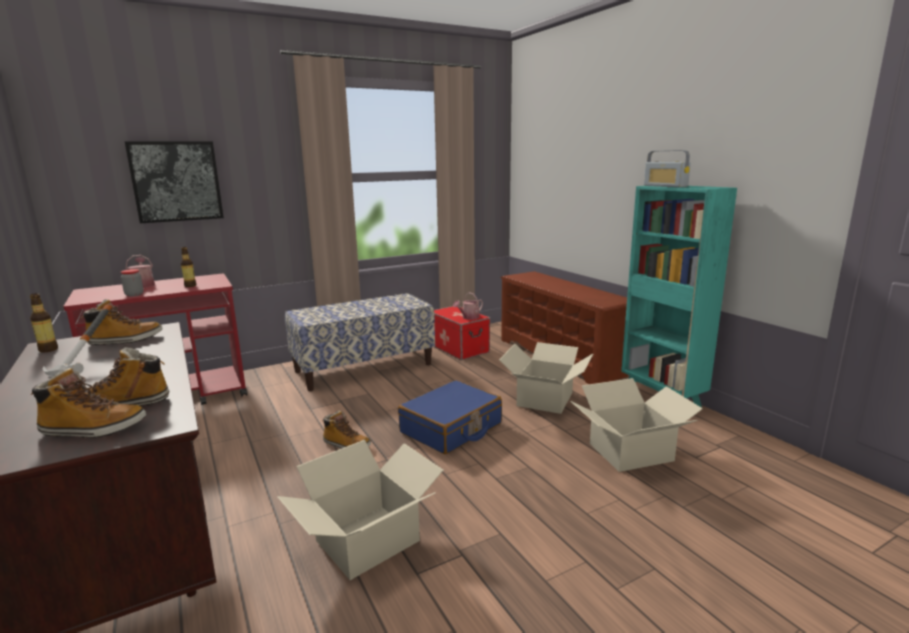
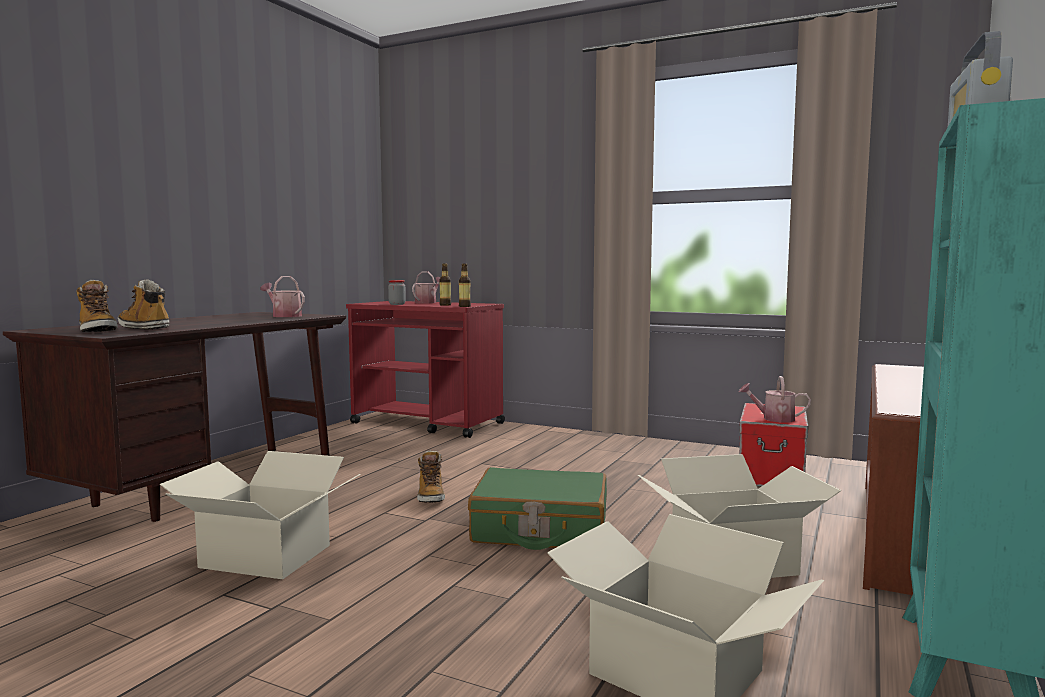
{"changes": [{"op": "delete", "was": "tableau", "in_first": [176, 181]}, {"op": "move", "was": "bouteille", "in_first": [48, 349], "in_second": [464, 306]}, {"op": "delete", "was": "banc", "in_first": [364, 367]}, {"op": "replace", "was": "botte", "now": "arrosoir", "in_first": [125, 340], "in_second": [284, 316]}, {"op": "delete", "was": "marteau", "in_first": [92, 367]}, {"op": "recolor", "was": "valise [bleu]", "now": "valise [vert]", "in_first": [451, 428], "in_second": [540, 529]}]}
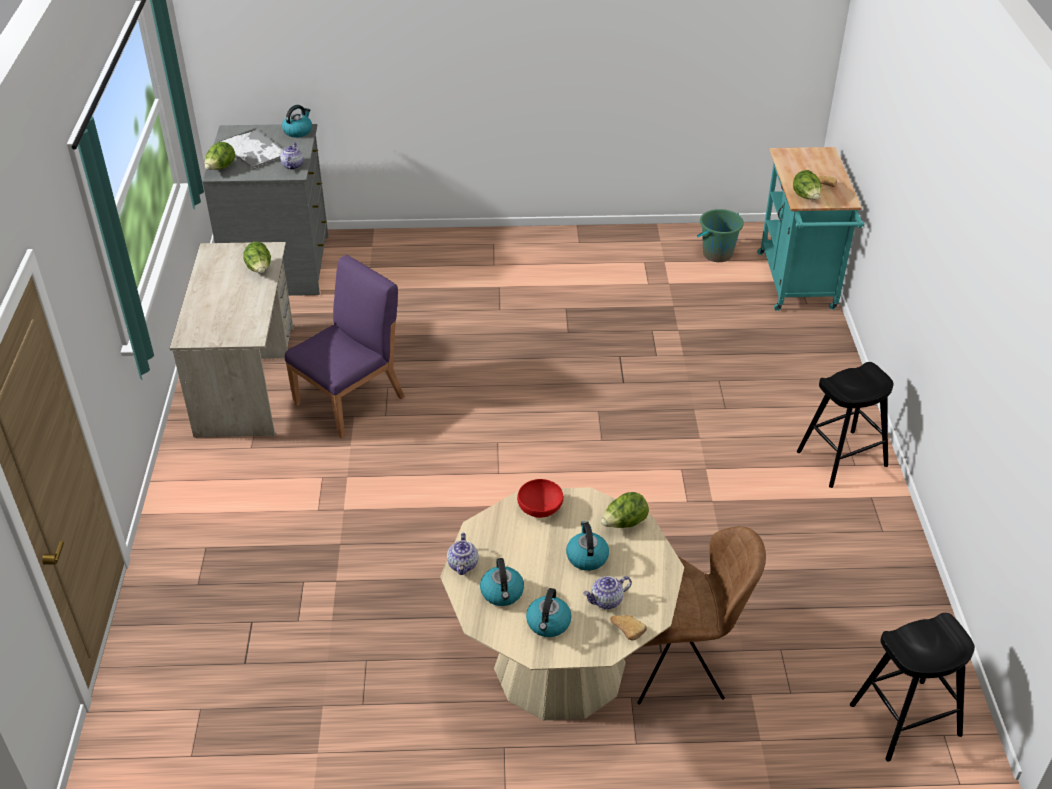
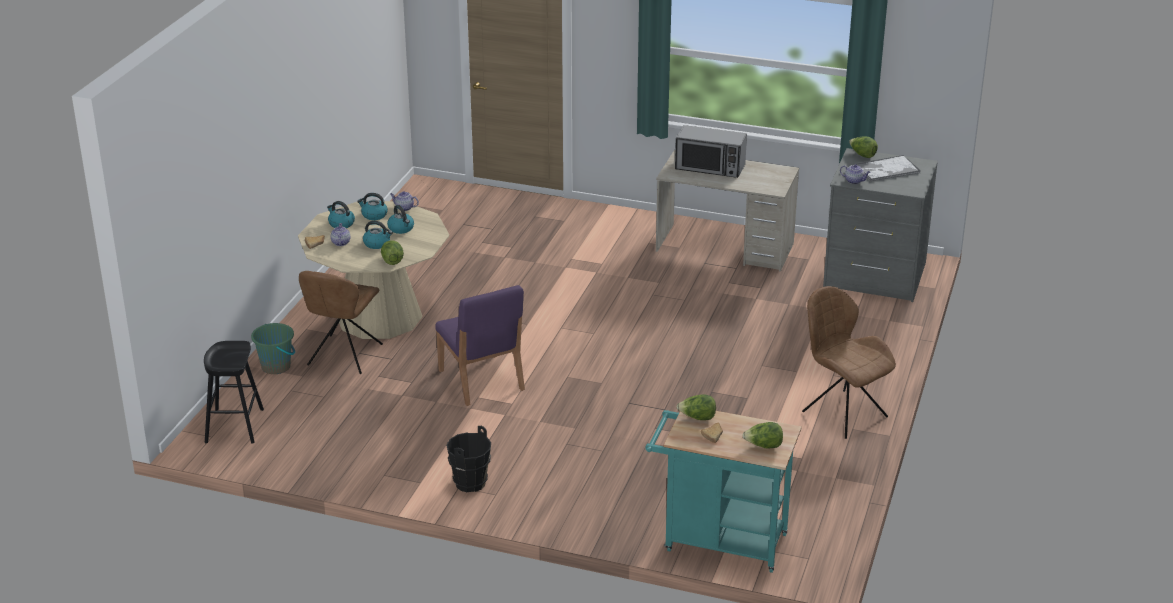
{"changes": [{"op": "move", "was": "bouilloire", "in_first": [298, 131], "in_second": [401, 229]}, {"op": "move", "was": "seau [vert]", "in_first": [717, 254], "in_second": [276, 366]}, {"op": "move", "was": "laitue", "in_first": [259, 269], "in_second": [763, 446]}, {"op": "move", "was": "chaise [violet]", "in_first": [351, 400], "in_second": [481, 381]}, {"op": "replace", "was": "tabouret [noir]", "now": "seau [noir]", "in_first": [842, 458], "in_second": [470, 483]}, {"op": "delete", "was": "bol [rouge]", "in_first": [540, 508]}, {"op": "insert", "now": "micro-ondes", "in_second": [710, 167]}, {"op": "insert", "now": "chaise [marron]", "in_second": [842, 413]}]}
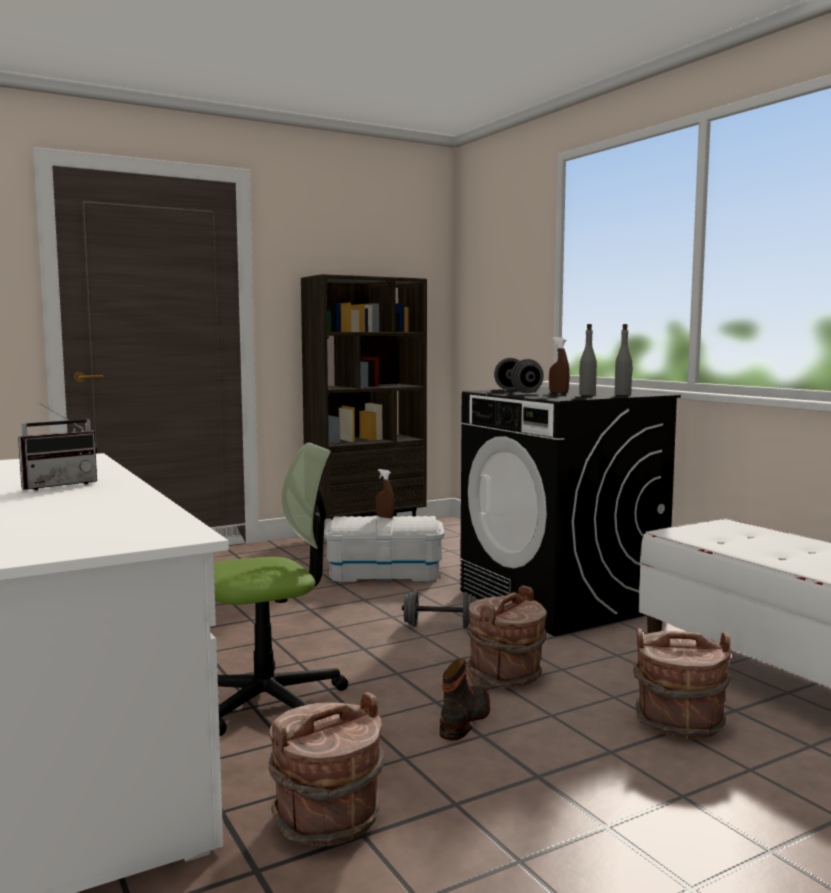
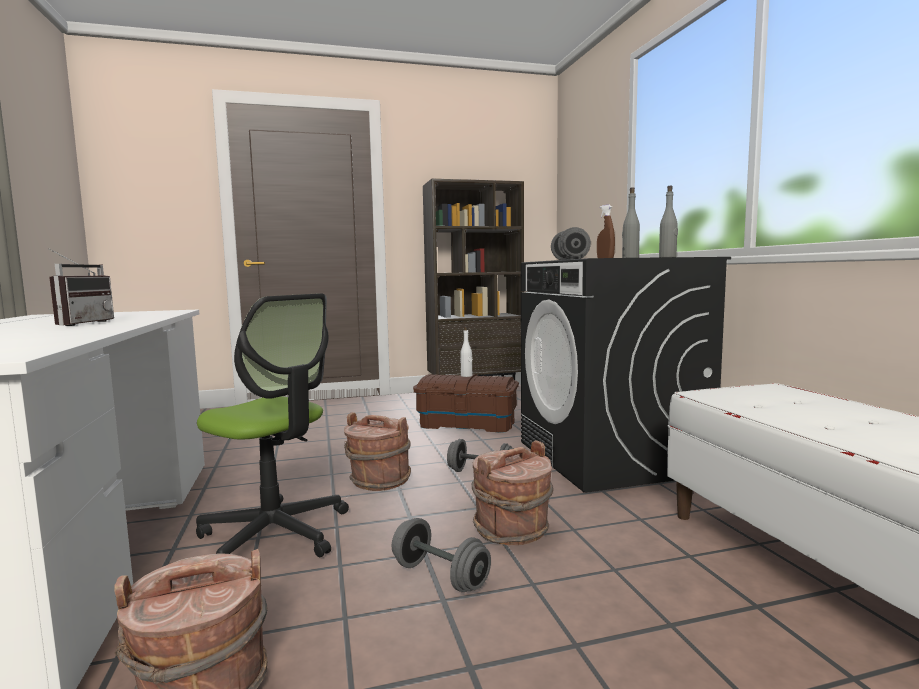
{"changes": [{"op": "rotate", "was": "radio", "in_first": [58, 485], "in_second": [79, 323], "clockwise": -60}, {"op": "rotate", "was": "chaise de bureau", "in_first": [269, 702], "in_second": [275, 534], "clockwise": 45}, {"op": "replace", "was": "vaporisateur [marron]", "now": "bouteille [blanc]", "in_first": [385, 517], "in_second": [466, 375]}, {"op": "recolor", "was": "boîte de rangement [blanc]", "now": "boîte de rangement [marron]", "in_first": [385, 573], "in_second": [467, 423]}, {"op": "move", "was": "seau [marron]", "in_first": [679, 722], "in_second": [379, 481]}, {"op": "replace", "was": "botte", "now": "haltère [gris]", "in_first": [466, 718], "in_second": [440, 576]}]}
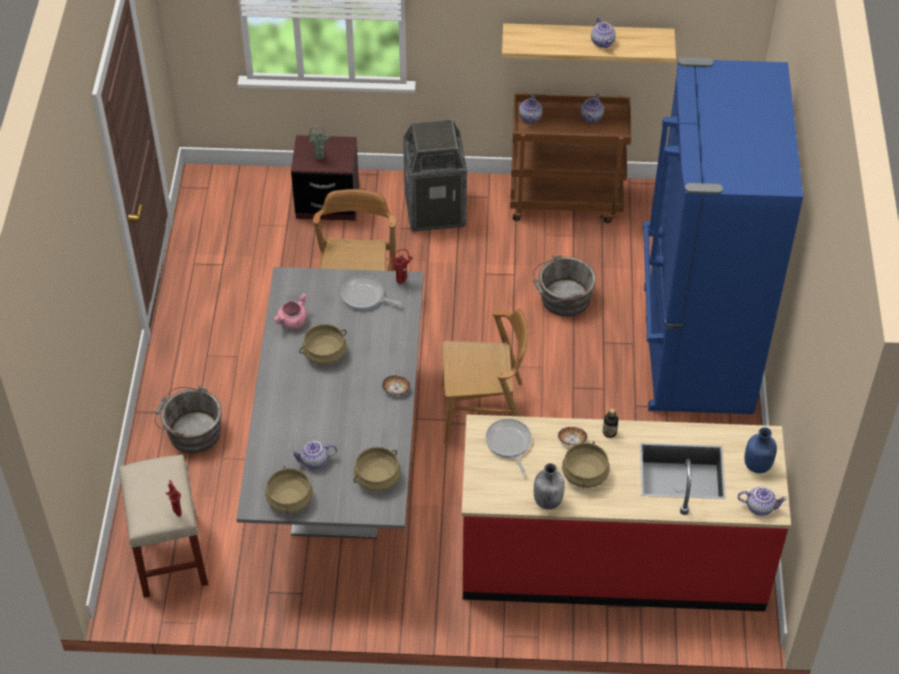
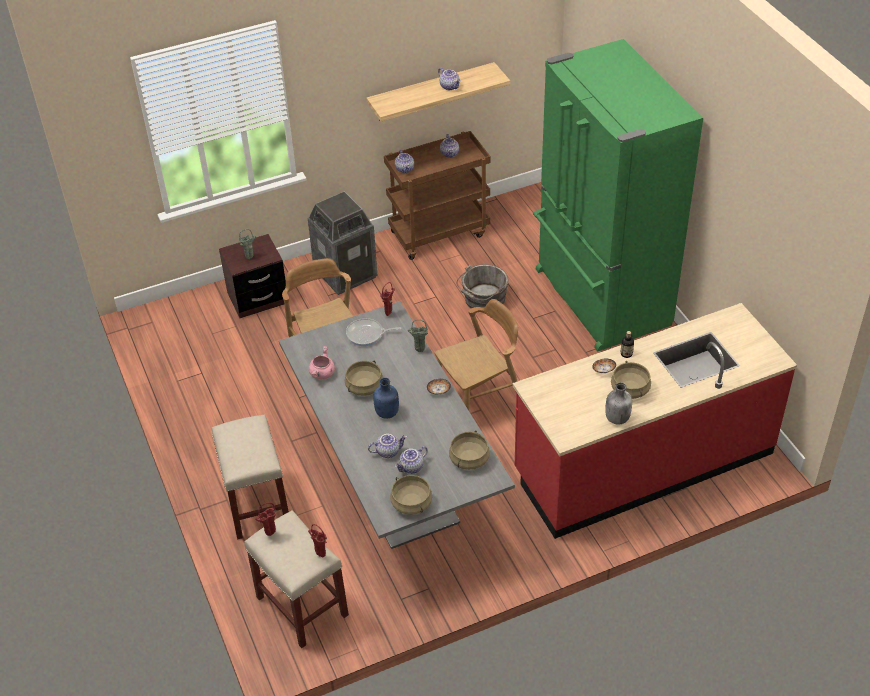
{"changes": [{"op": "recolor", "was": "réfrigérateur [bleu]", "now": "réfrigérateur [vert]", "in_first": [693, 349], "in_second": [599, 298]}, {"op": "replace", "was": "seau [gris]", "now": "tabouret [beige]", "in_first": [191, 431], "in_second": [257, 505]}, {"op": "delete", "was": "poêle", "in_first": [509, 443]}, {"op": "move", "was": "bouteille [bleu]", "in_first": [757, 466], "in_second": [387, 413]}, {"op": "move", "was": "théière", "in_first": [760, 506], "in_second": [388, 451]}, {"op": "insert", "now": "vase [vert]", "in_second": [418, 351]}, {"op": "insert", "now": "vase [rouge]", "in_second": [270, 535]}]}
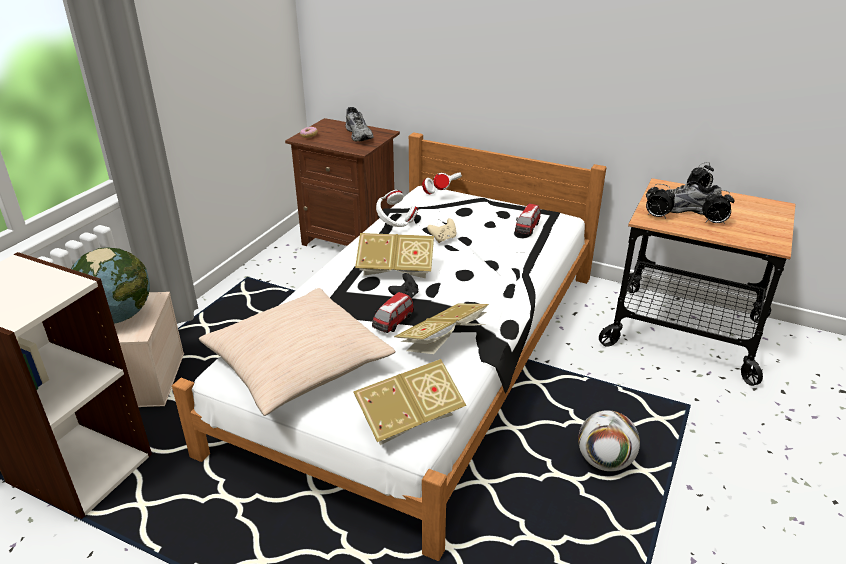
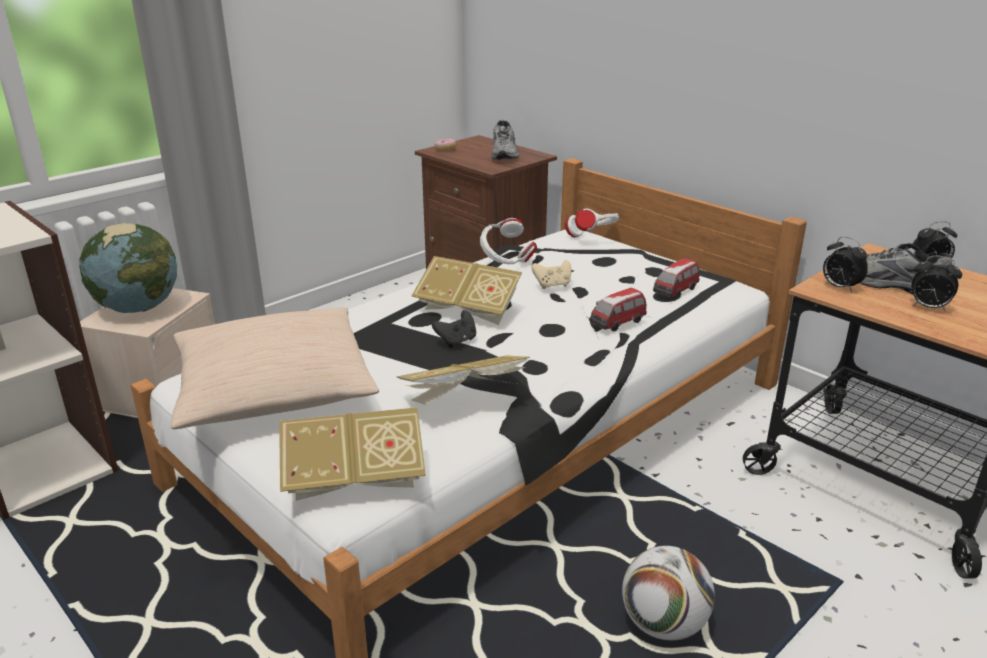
{"changes": [{"op": "move", "was": "petite voiture", "in_first": [393, 323], "in_second": [617, 323]}]}
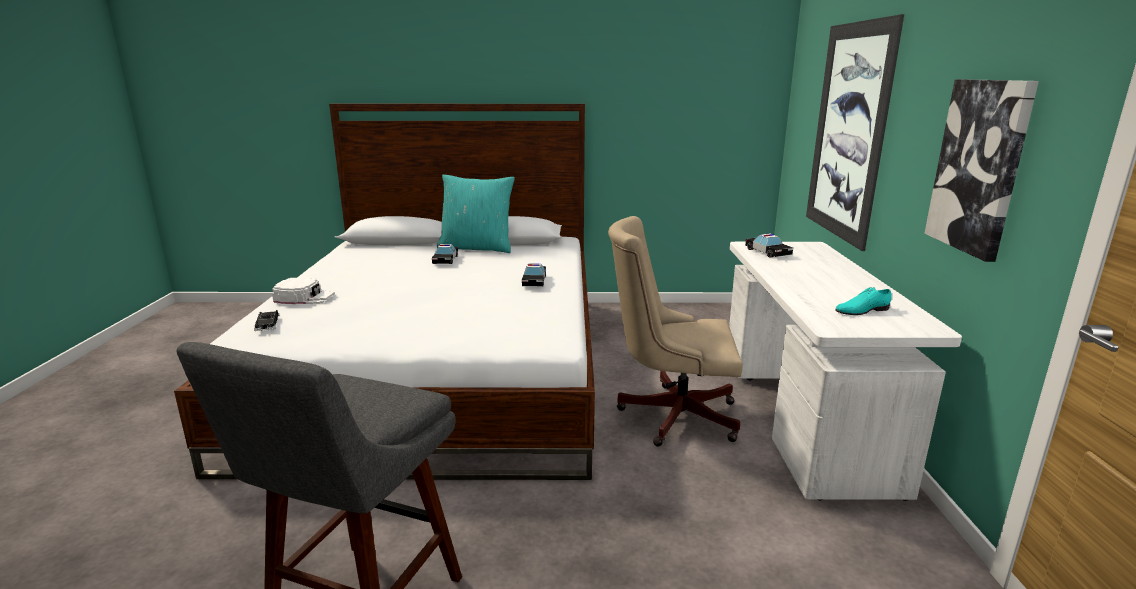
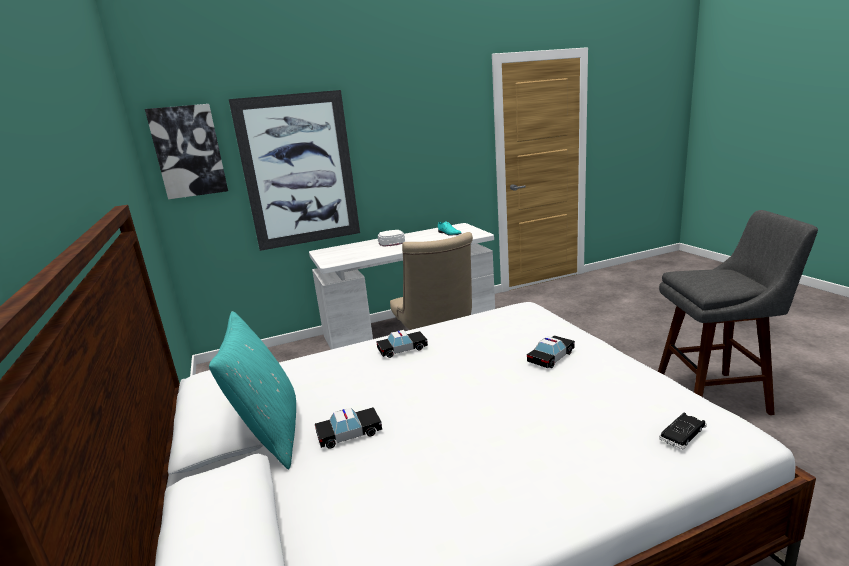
{"changes": [{"op": "move", "was": "tableau", "in_first": [979, 167], "in_second": [188, 151]}, {"op": "move", "was": "petite voiture", "in_first": [767, 252], "in_second": [551, 357]}, {"op": "move", "was": "casquette [blanc]", "in_first": [304, 297], "in_second": [390, 241]}]}
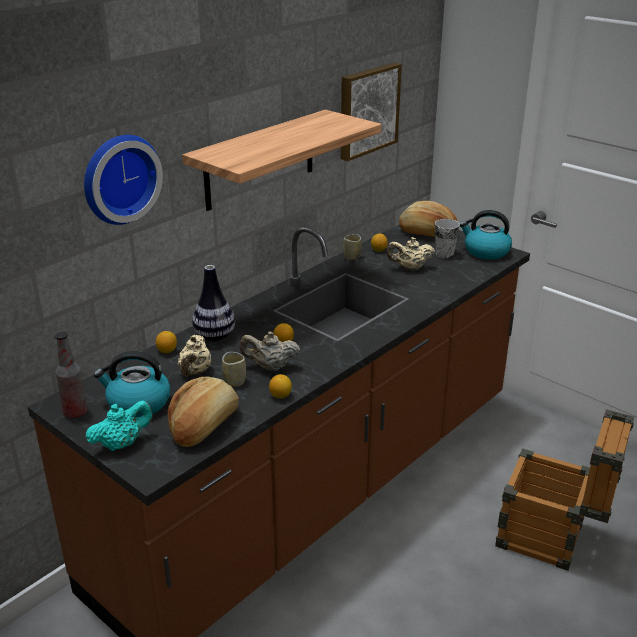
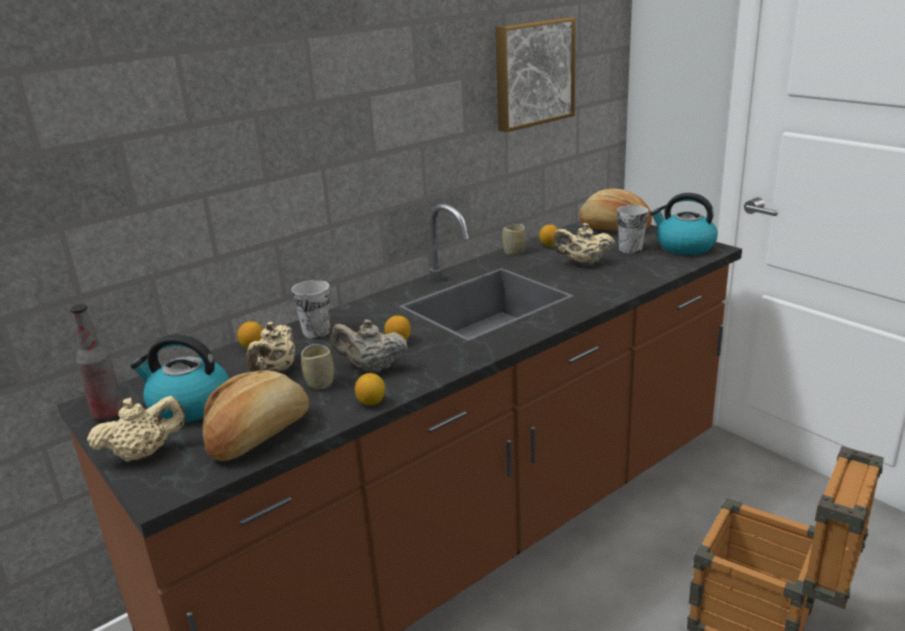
{"changes": [{"op": "delete", "was": "étagère", "in_first": [260, 160]}, {"op": "delete", "was": "horloge murale", "in_first": [119, 178]}, {"op": "replace", "was": "vase", "now": "tasse", "in_first": [214, 337], "in_second": [316, 333]}, {"op": "recolor", "was": "théière [turquoise]", "now": "théière [beige]", "in_first": [122, 444], "in_second": [144, 454]}]}
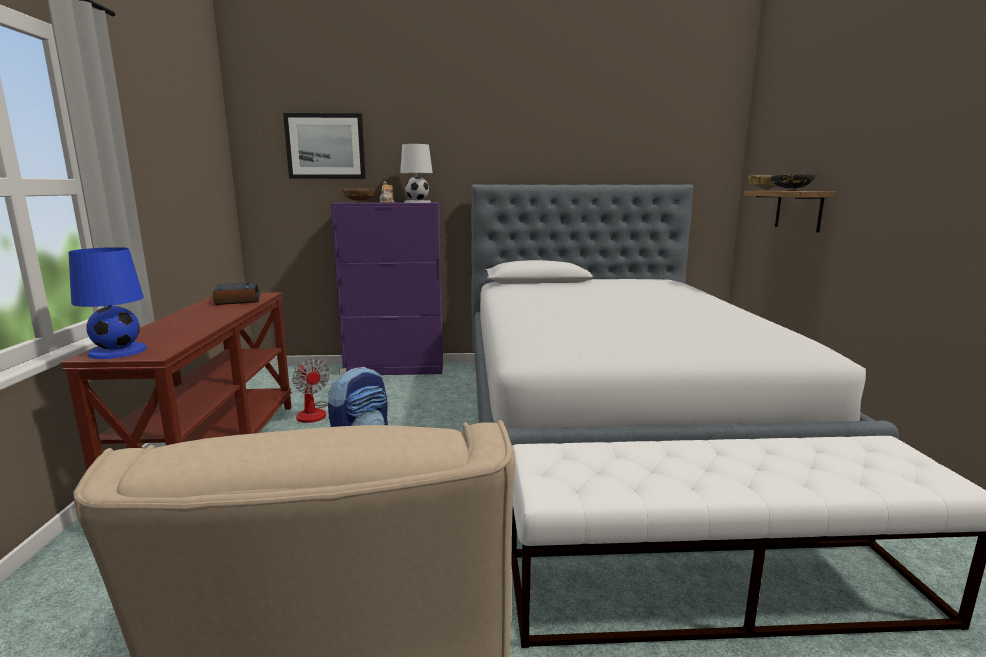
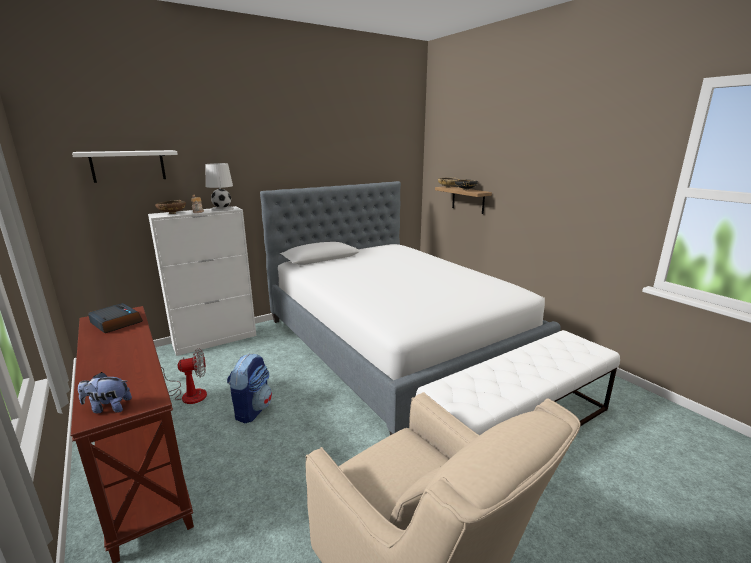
{"changes": [{"op": "replace", "was": "tableau", "now": "étagère [blanc]", "in_first": [325, 146], "in_second": [128, 166]}, {"op": "recolor", "was": "meuble de rangement [violet]", "now": "meuble de rangement [blanc]", "in_first": [395, 370], "in_second": [216, 340]}, {"op": "replace", "was": "lampe de table [bleu]", "now": "peluche", "in_first": [117, 351], "in_second": [108, 408]}, {"op": "rotate", "was": "ventilateur", "in_first": [318, 412], "in_second": [189, 394], "clockwise": -45}]}
